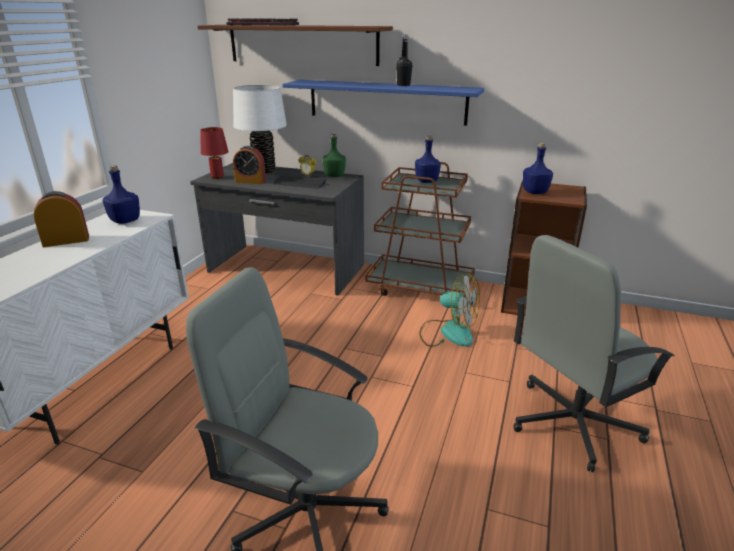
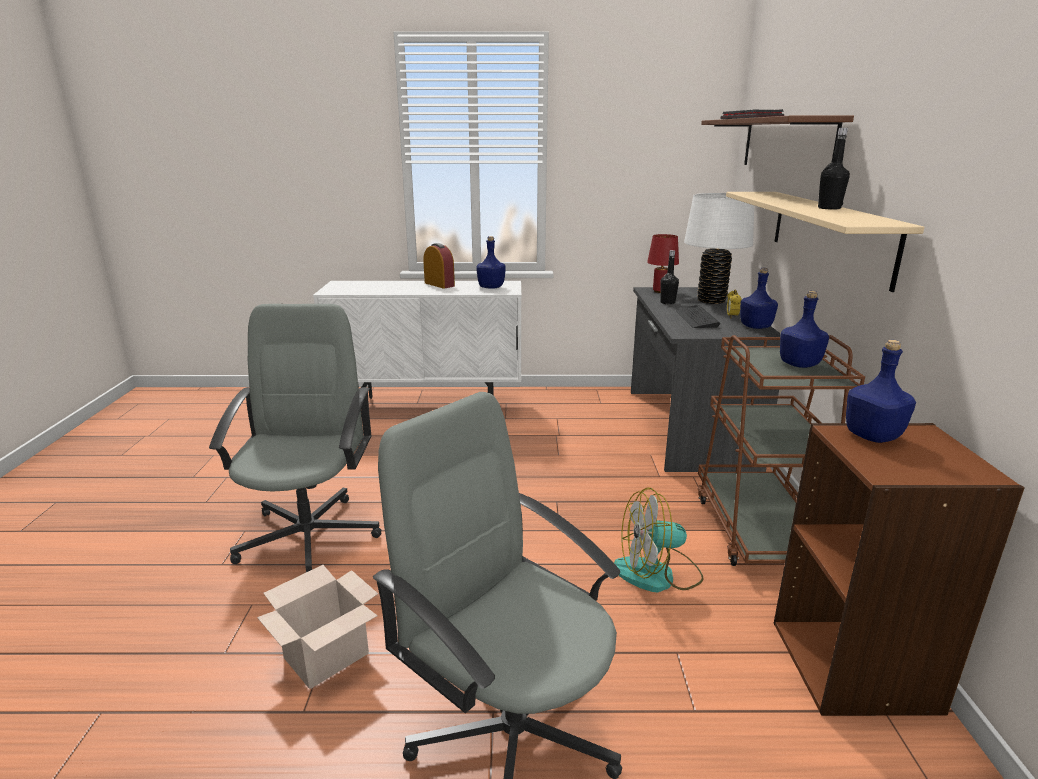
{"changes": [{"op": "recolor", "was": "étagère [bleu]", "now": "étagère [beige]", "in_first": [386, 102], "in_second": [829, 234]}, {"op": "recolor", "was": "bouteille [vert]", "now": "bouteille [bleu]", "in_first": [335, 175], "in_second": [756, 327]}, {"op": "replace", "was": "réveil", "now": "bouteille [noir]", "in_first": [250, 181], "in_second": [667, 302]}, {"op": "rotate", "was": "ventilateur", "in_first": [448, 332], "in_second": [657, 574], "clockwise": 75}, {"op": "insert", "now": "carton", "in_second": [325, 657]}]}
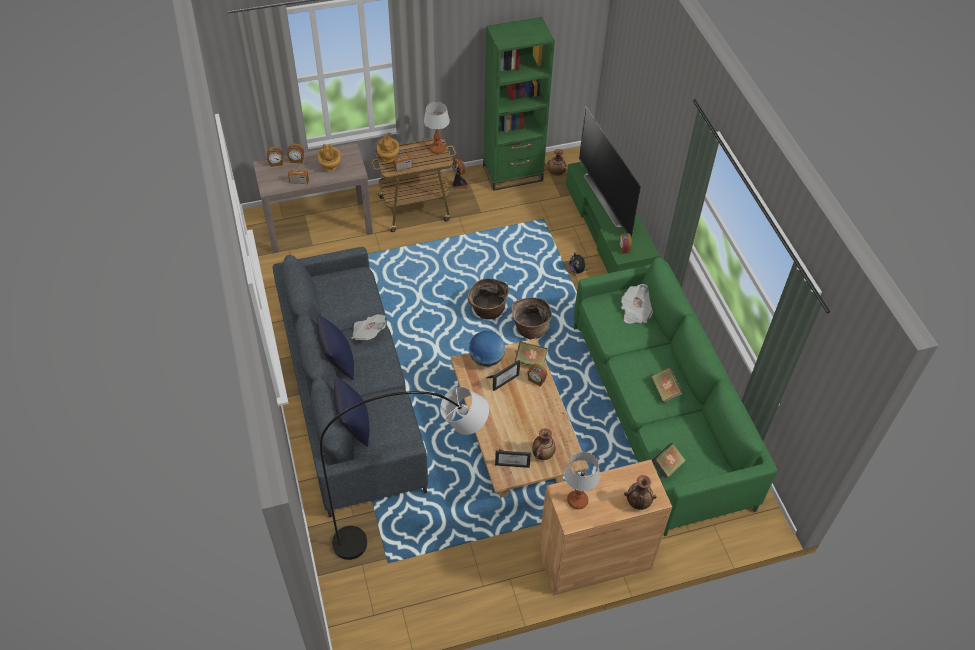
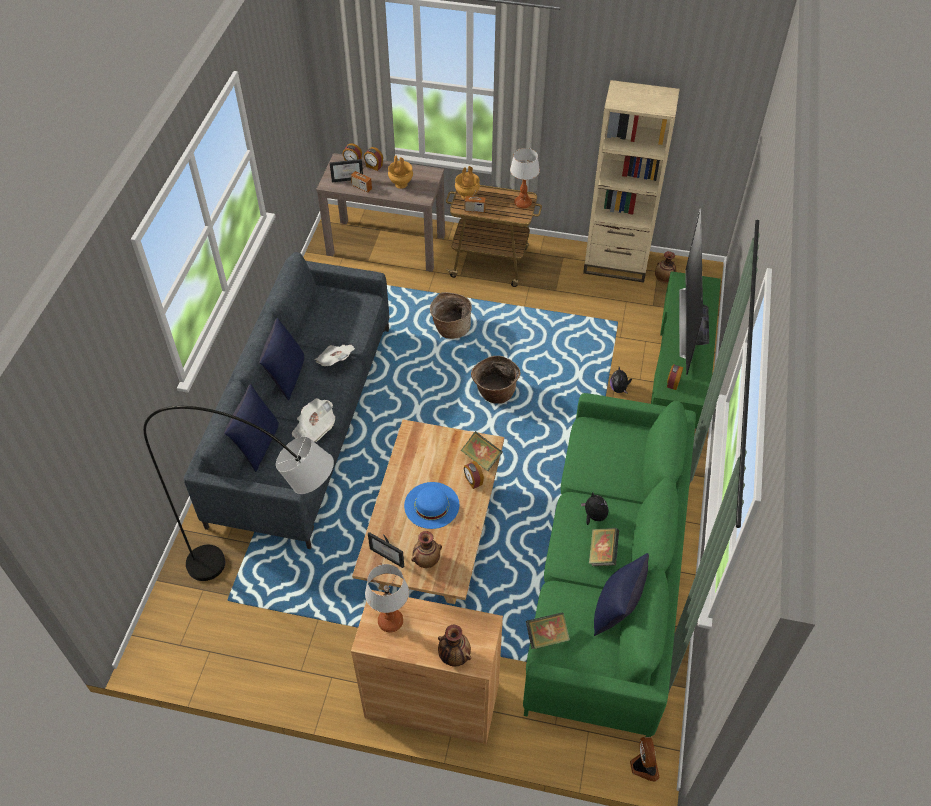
{"changes": [{"op": "recolor", "was": "bibliothèque [vert]", "now": "bibliothèque [beige]", "in_first": [513, 174], "in_second": [616, 263]}, {"op": "move", "was": "ventilateur", "in_first": [459, 184], "in_second": [643, 766]}, {"op": "move", "was": "journal", "in_first": [636, 311], "in_second": [314, 429]}, {"op": "move", "was": "panier", "in_first": [530, 329], "in_second": [451, 328]}, {"op": "delete", "was": "globe", "in_first": [486, 359]}, {"op": "move", "was": "cadre photo", "in_first": [504, 380], "in_second": [348, 178]}, {"op": "insert", "now": "chapeau [bleu]", "in_second": [431, 505]}, {"op": "insert", "now": "peluche", "in_second": [593, 516]}, {"op": "insert", "now": "coussin [bleu]", "in_second": [616, 610]}]}
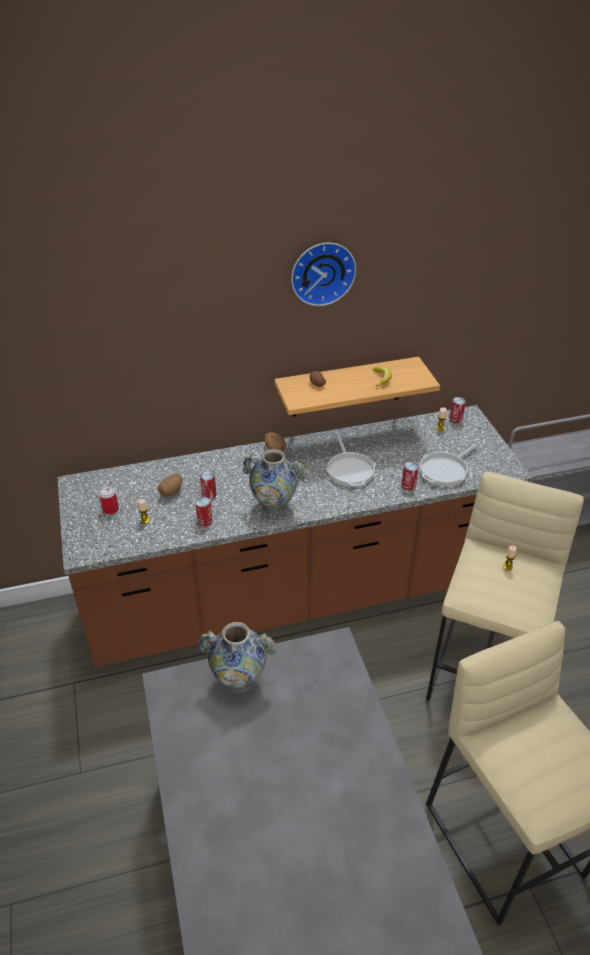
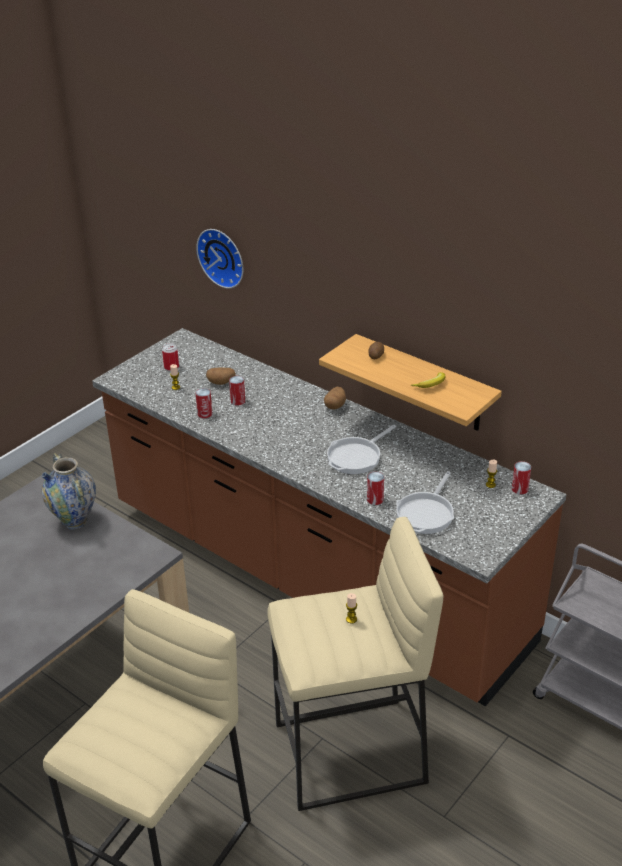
{"changes": [{"op": "move", "was": "horloge murale", "in_first": [322, 272], "in_second": [223, 256]}, {"op": "rotate", "was": "poêle", "in_first": [445, 470], "in_second": [426, 513], "clockwise": -75}, {"op": "delete", "was": "vase", "in_first": [274, 506]}]}
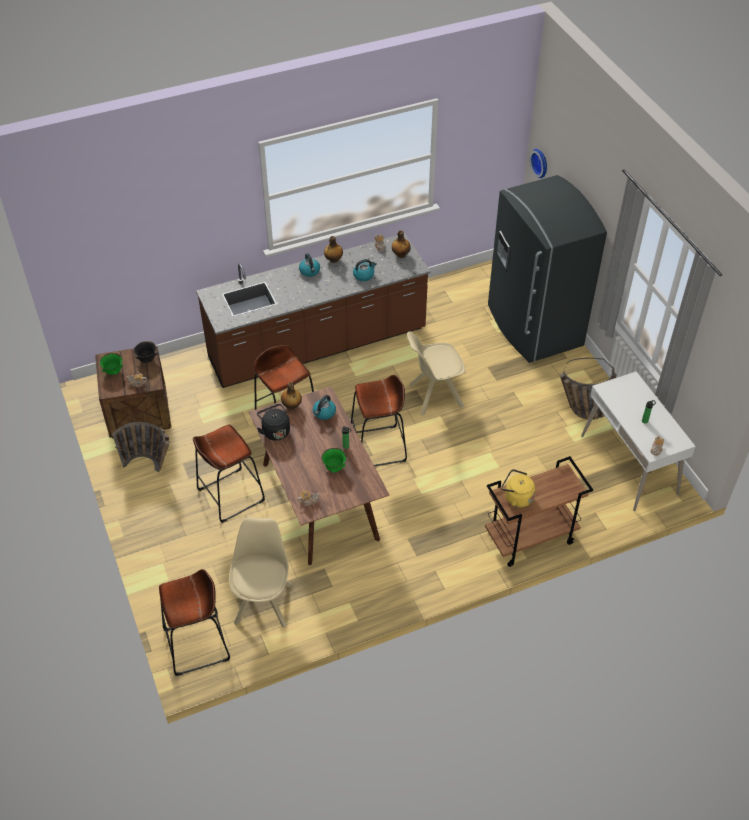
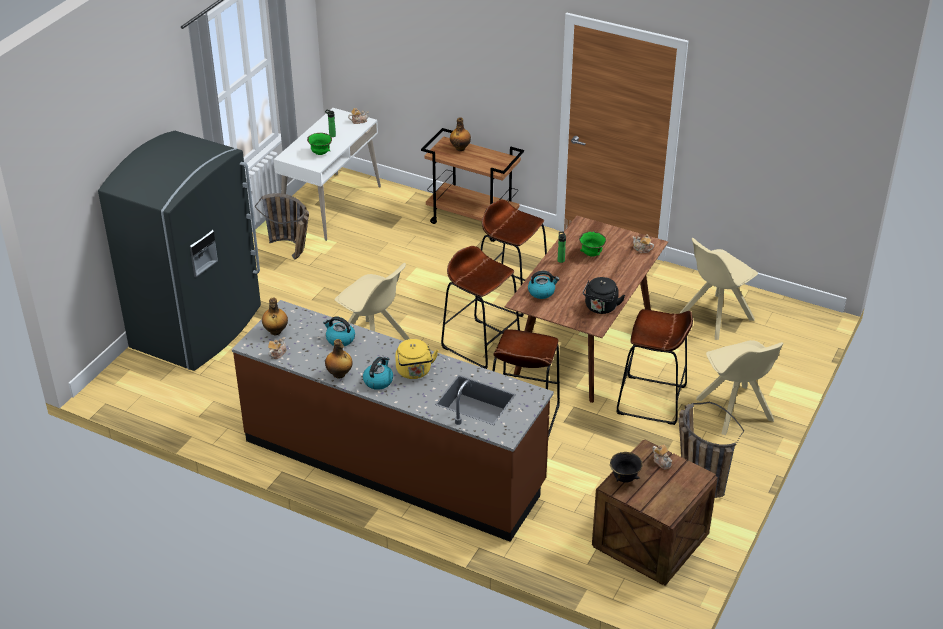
{"changes": [{"op": "delete", "was": "horloge murale", "in_first": [541, 162]}, {"op": "move", "was": "bol [vert]", "in_first": [113, 371], "in_second": [320, 153]}, {"op": "move", "was": "bouteille", "in_first": [291, 406], "in_second": [460, 148]}, {"op": "move", "was": "bouilloire [jaune]", "in_first": [516, 497], "in_second": [414, 372]}, {"op": "move", "was": "tabouret [marron]", "in_first": [197, 645], "in_second": [512, 294]}, {"op": "insert", "now": "chaise [beige]", "in_second": [735, 411]}]}
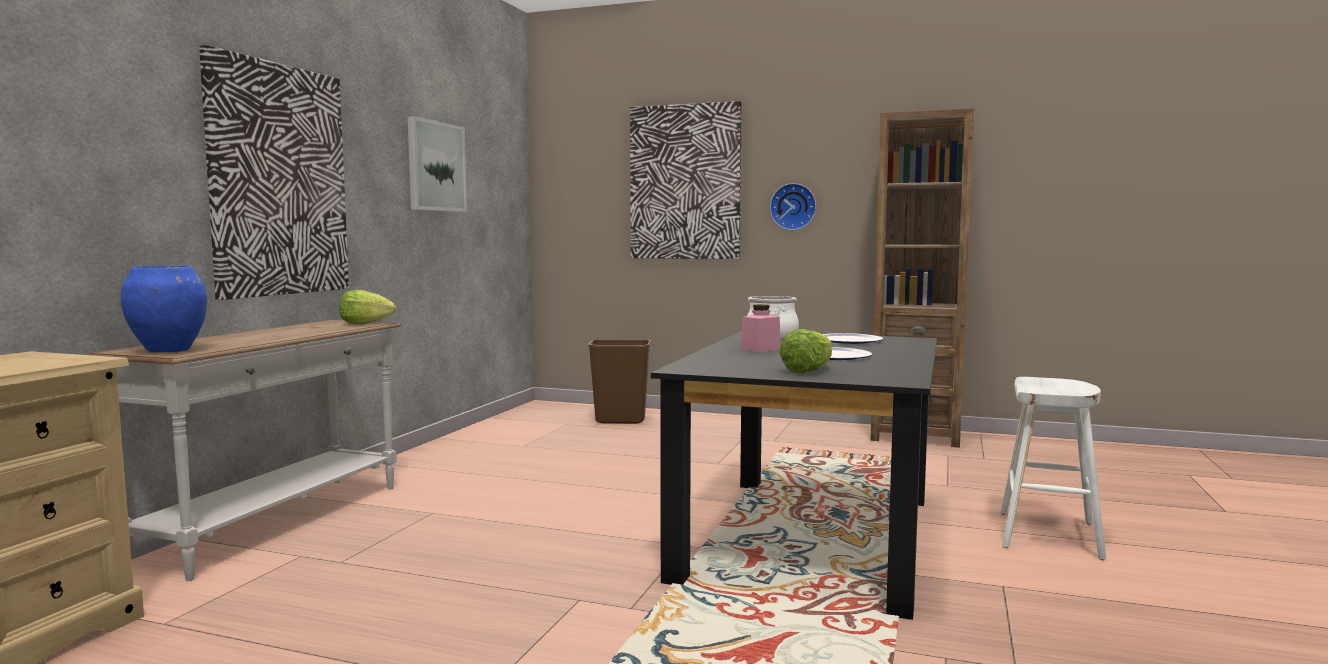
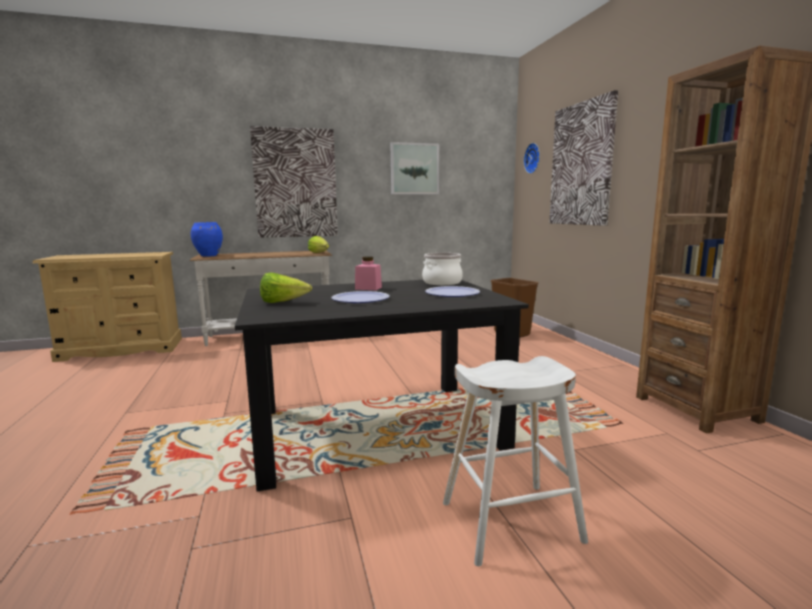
{"changes": [{"op": "move", "was": "horloge murale", "in_first": [793, 207], "in_second": [533, 158]}]}
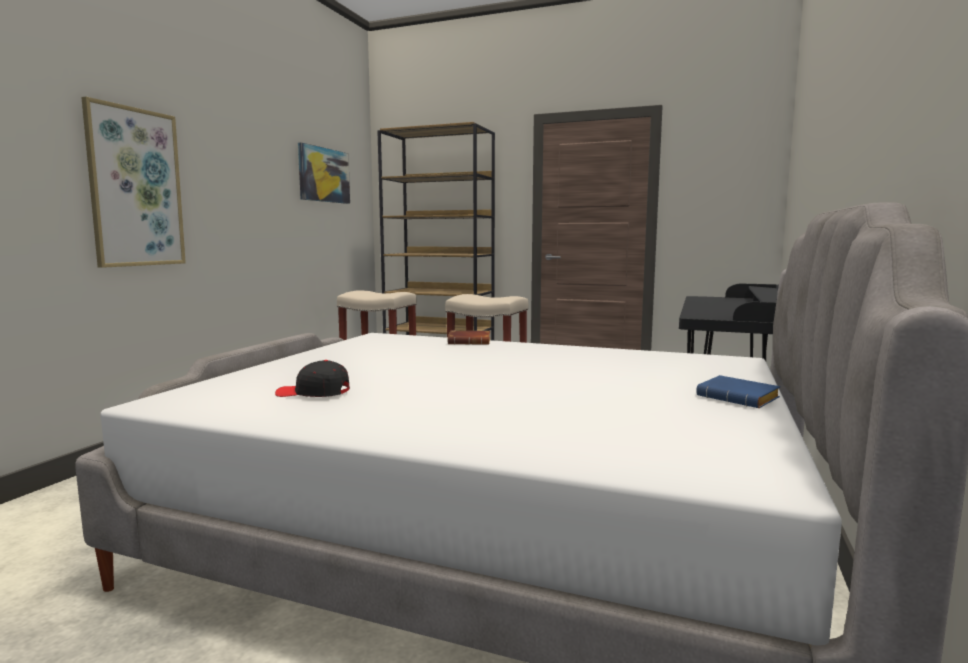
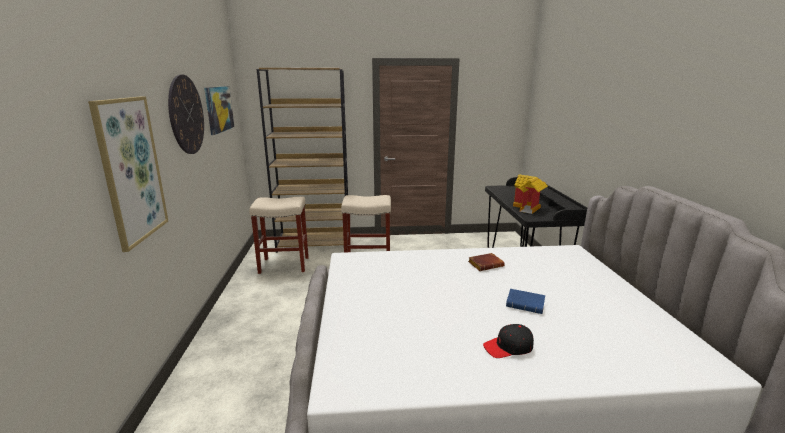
{"changes": [{"op": "move", "was": "livre [marron]", "in_first": [470, 342], "in_second": [486, 264]}, {"op": "move", "was": "casquette [noir]", "in_first": [313, 393], "in_second": [508, 347]}, {"op": "move", "was": "livre [bleu]", "in_first": [740, 398], "in_second": [526, 304]}, {"op": "insert", "now": "horloge murale", "in_second": [186, 115]}, {"op": "insert", "now": "maison miniature", "in_second": [528, 208]}]}
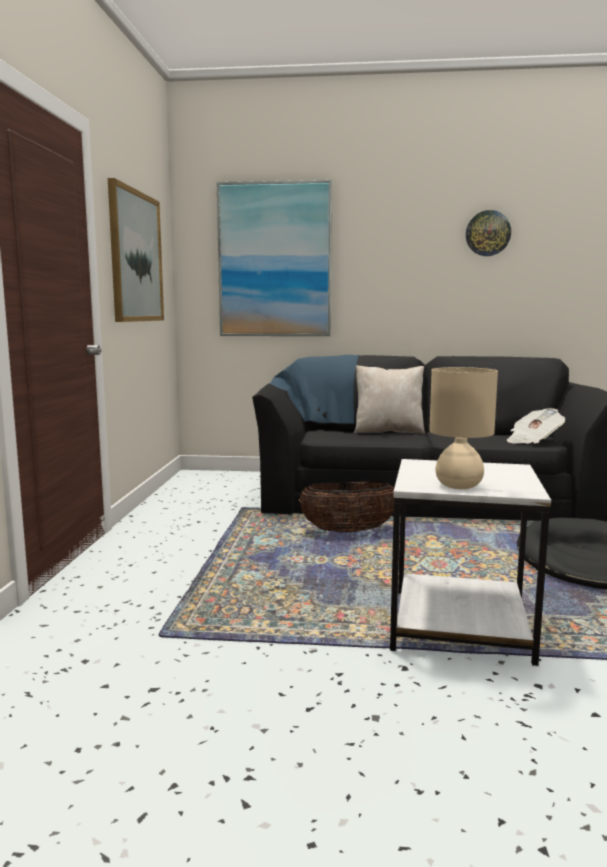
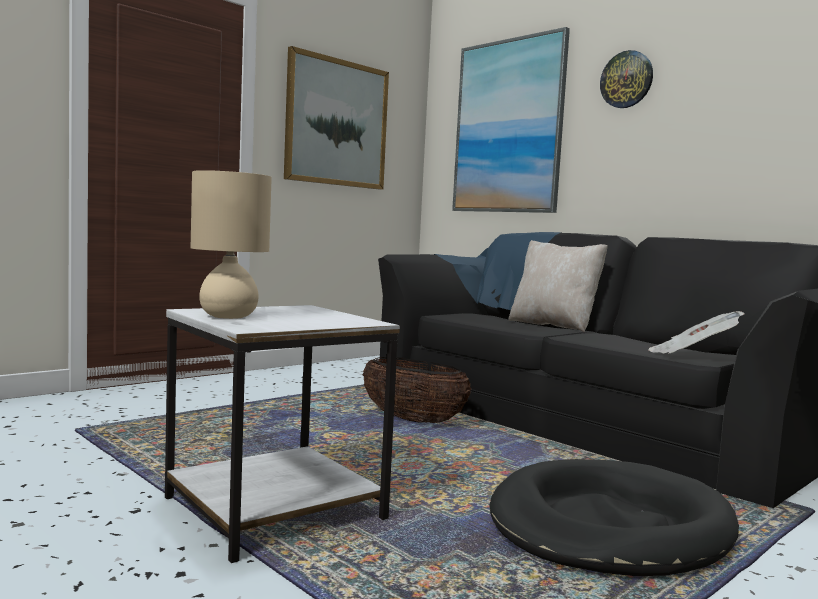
{"changes": [{"op": "move", "was": "horloge murale", "in_first": [488, 233], "in_second": [626, 79]}]}
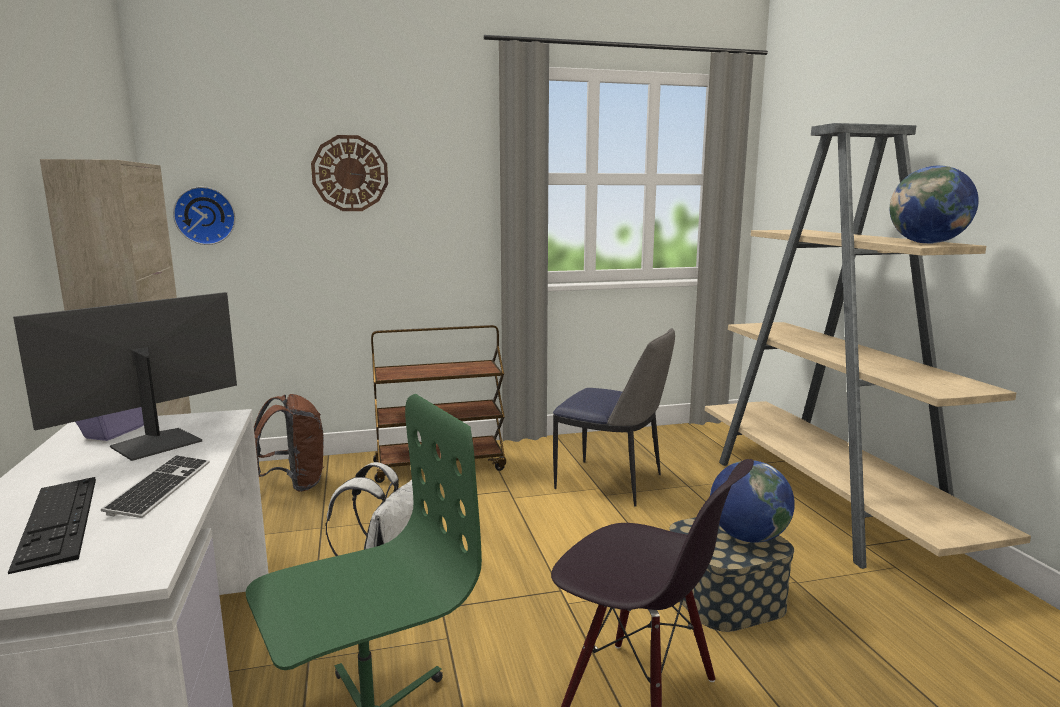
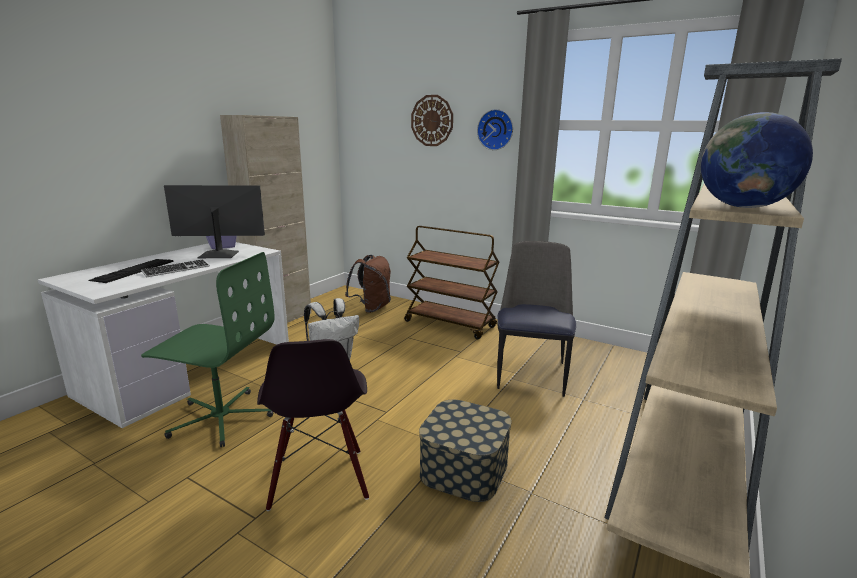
{"changes": [{"op": "move", "was": "horloge murale", "in_first": [205, 215], "in_second": [496, 130]}, {"op": "rotate", "was": "chaise", "in_first": [612, 483], "in_second": [531, 374], "clockwise": -150}, {"op": "delete", "was": "globe", "in_first": [748, 537]}]}
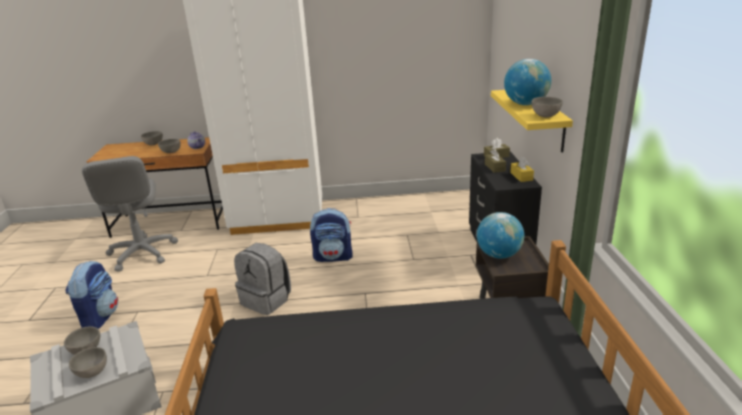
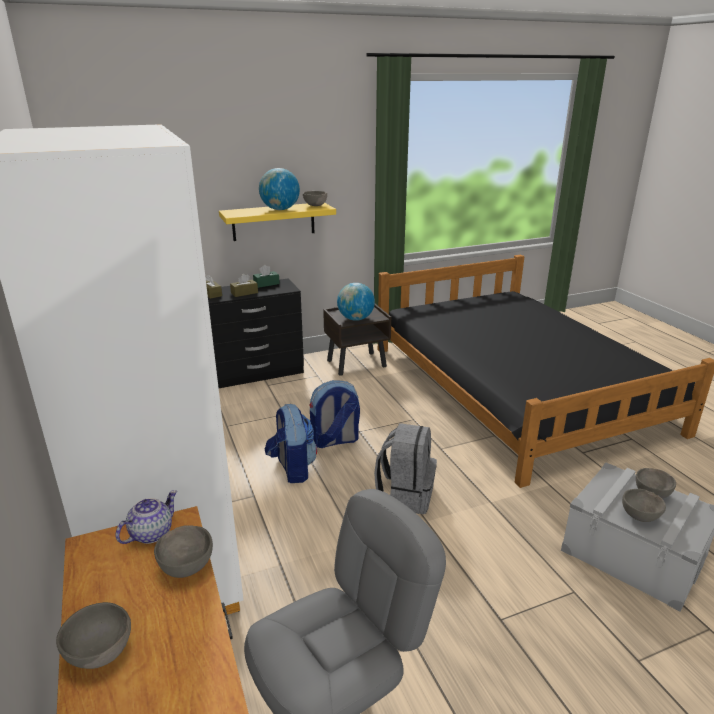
{"changes": [{"op": "recolor", "was": "boîte à mouchoirs [jaune]", "now": "boîte à mouchoirs [vert]", "in_first": [521, 176], "in_second": [266, 284]}, {"op": "move", "was": "sac à dos", "in_first": [100, 317], "in_second": [334, 441]}]}
